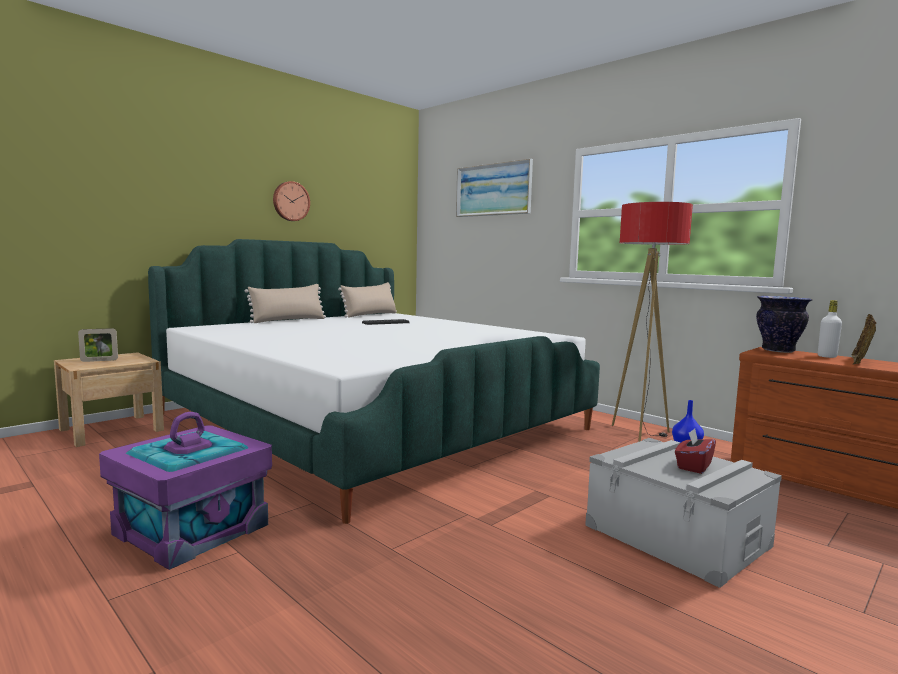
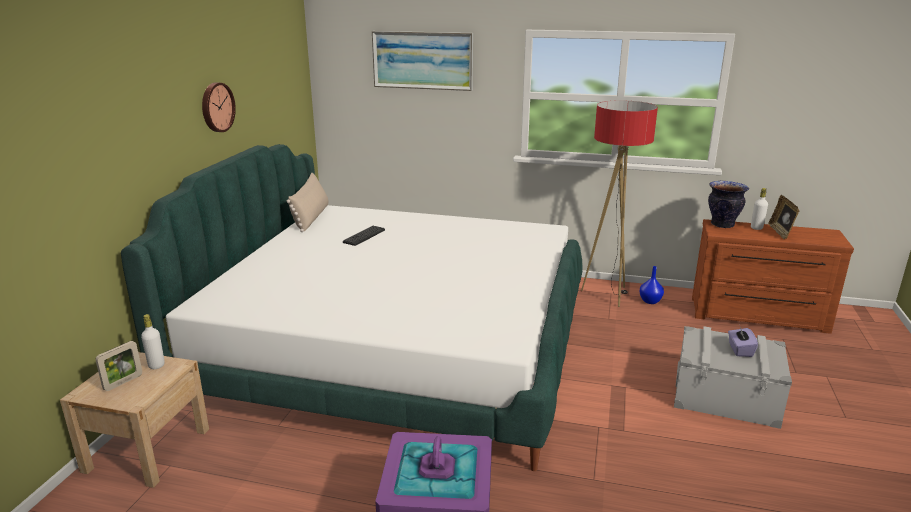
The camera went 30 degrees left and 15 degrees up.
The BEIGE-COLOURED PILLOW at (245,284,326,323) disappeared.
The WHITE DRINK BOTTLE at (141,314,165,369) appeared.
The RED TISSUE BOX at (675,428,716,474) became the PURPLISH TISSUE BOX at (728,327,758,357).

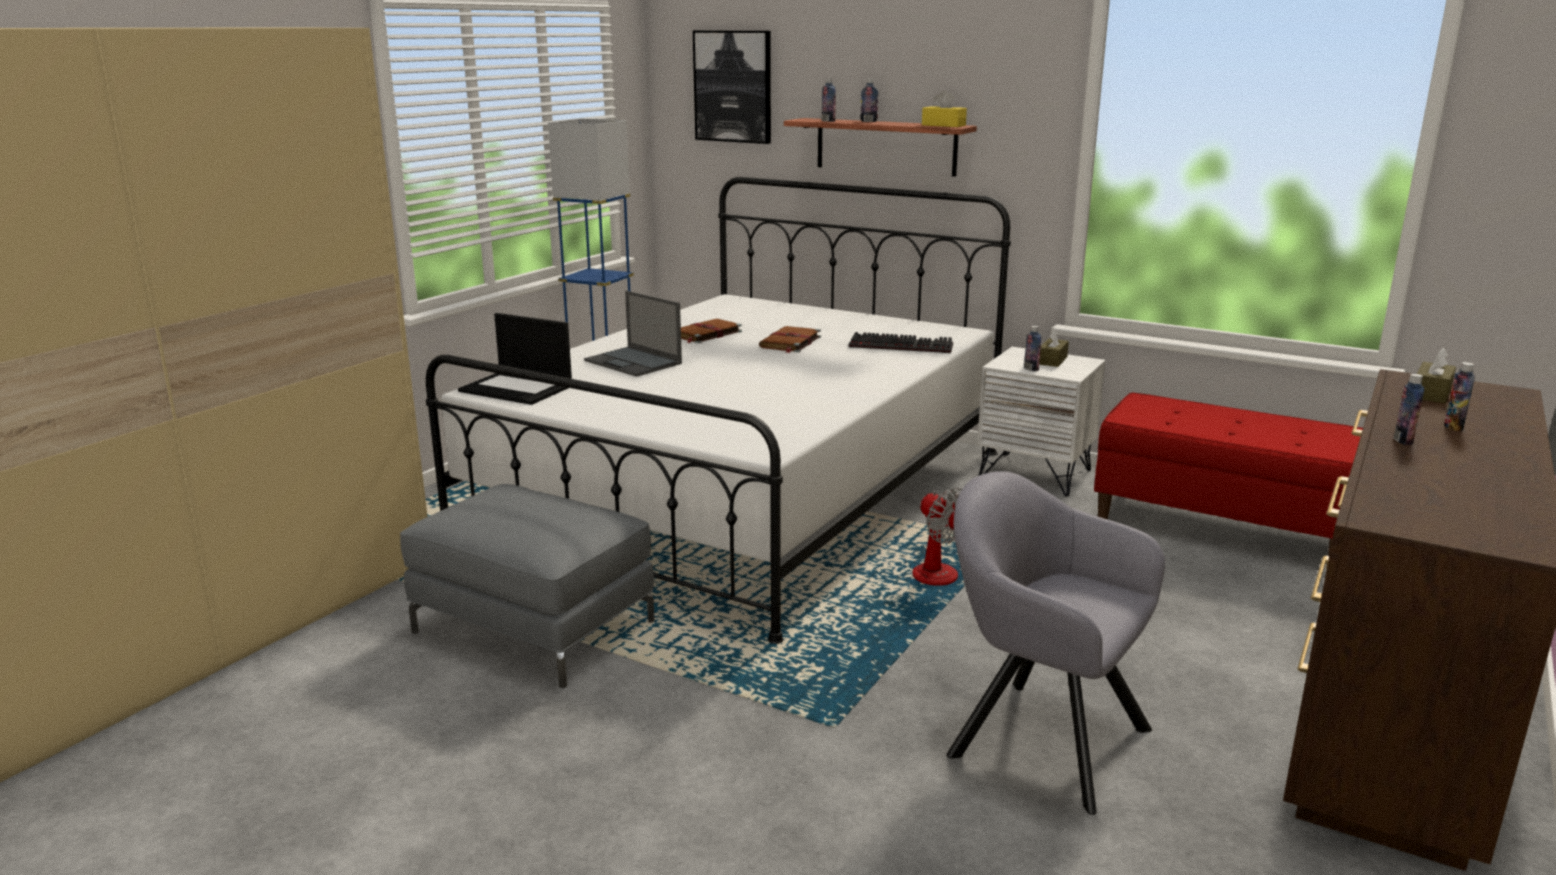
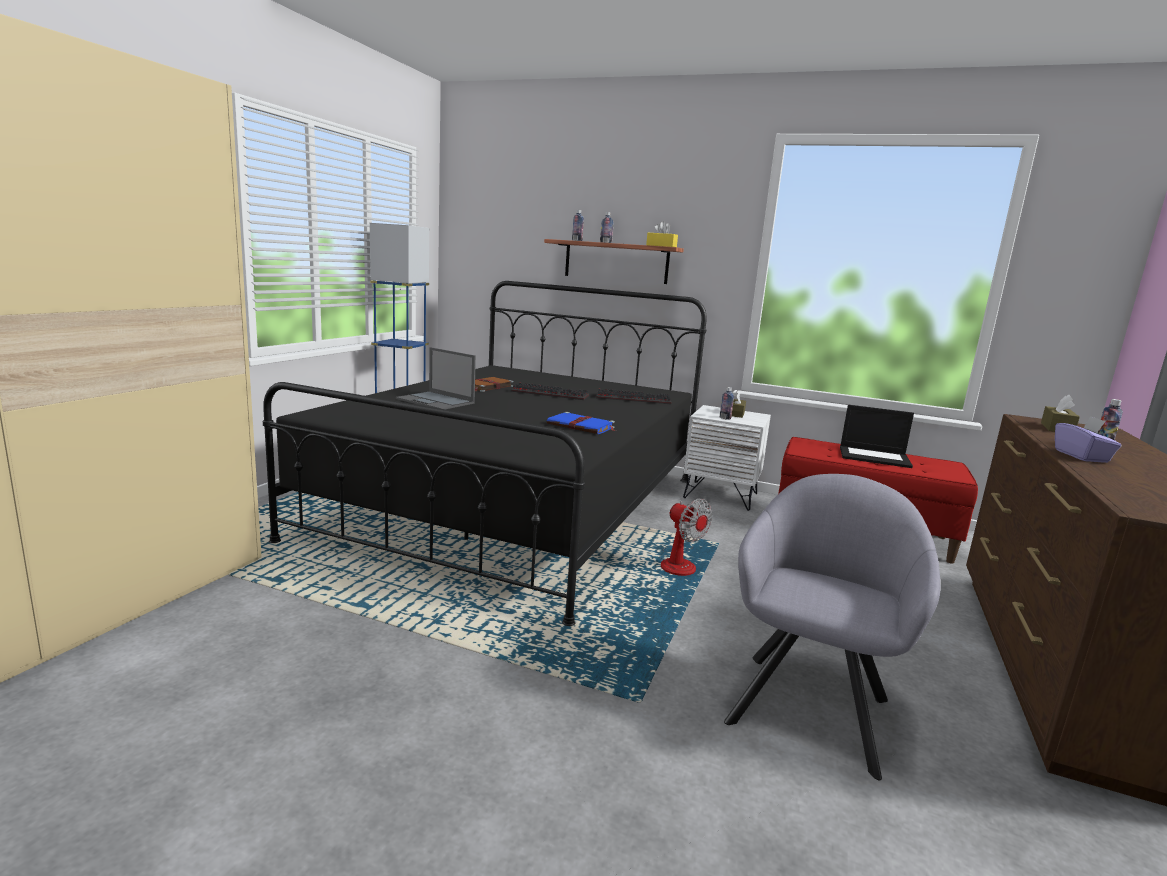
The camera went 10 degrees left and 5 degrees down.
The GREYISH FOOTREST at (400,484,655,688) disappeared.
The WALL PICTURE at (693,31,771,144) disappeared.
The BLUE BOOK at (547,412,615,434) appeared.
The LAPTOP moved from (458,313,572,405) to (840,405,914,468).
The BROWNISH BOOK at (759,326,821,353) was replaced by the COMPUTER KEYBOARD at (511,382,589,400).
The DRINK BOTTLE at (1394,374,1424,445) was replaced by the PURPLISH TISSUE BOX at (1055,416,1122,463).
The WHITE BED at (426,177,1011,644) became the BLACK-COLOURED BED at (263,281,707,626).
The GREYISH LOUNGE CHAIR at (946,471,1165,815) turned 90 degrees clockwise.

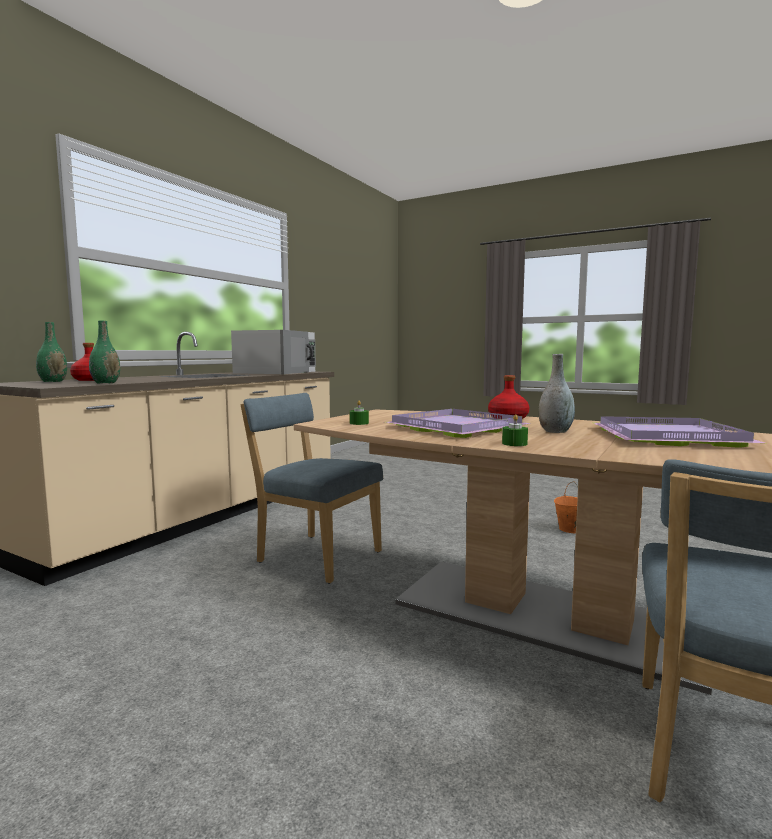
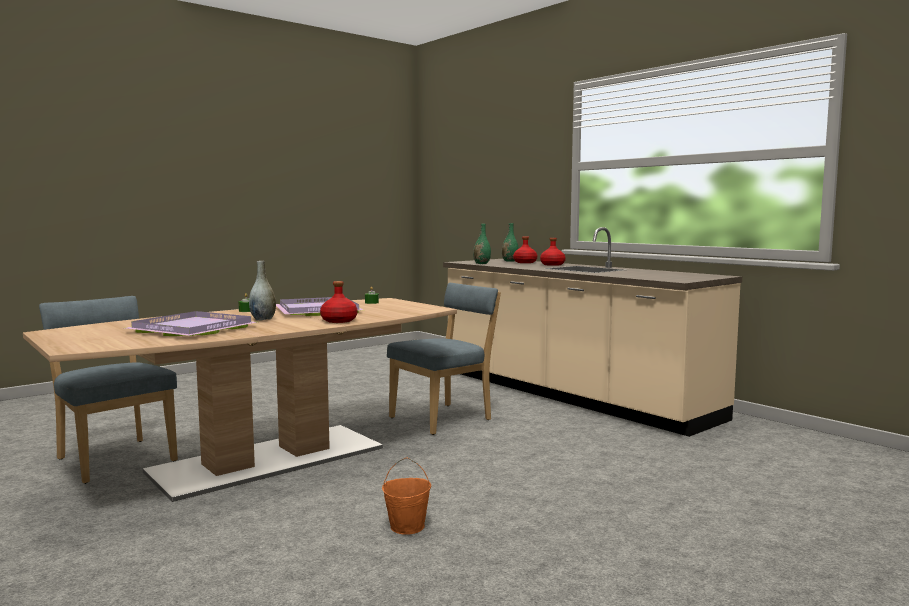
The camera went 110 degrees right and 0 degrees up.
The WHITE MICROWAVE OVEN at (231,330,316,374) disappeared.
The RED DRINK BOTTLE at (540,238,566,266) appeared.

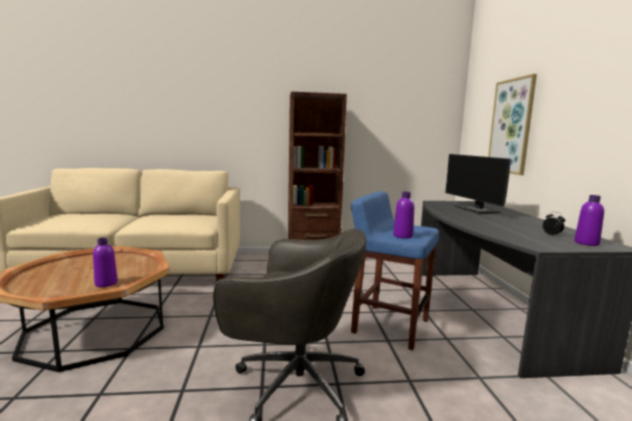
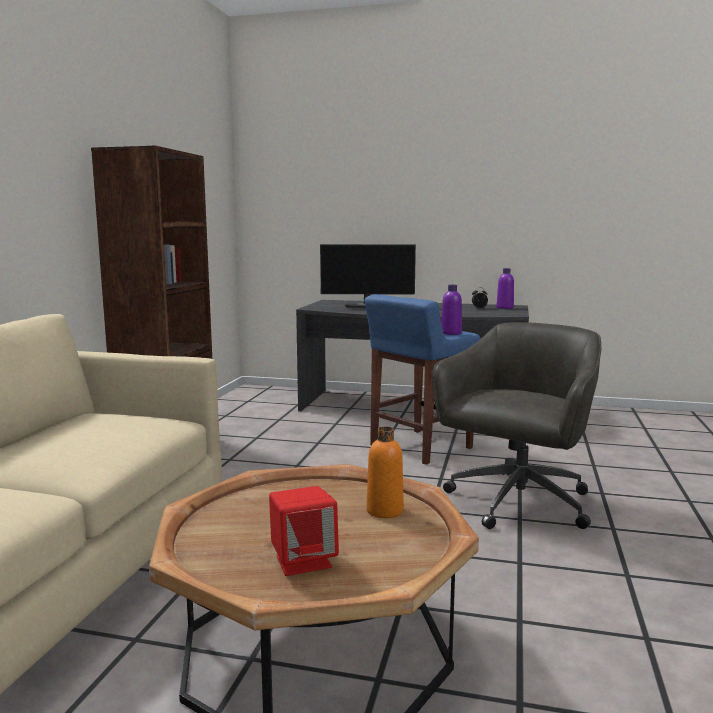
The camera went 70 degrees left and 0 degrees up.
The WALL PICTURE at (488,74,537,175) disappeared.
The RED LOUDSPEAKER at (269,486,339,576) appeared.
The PURPLISH DRINK BOTTLE at (93,238,118,287) became the ORANGEY DRINK BOTTLE at (367,427,404,518).

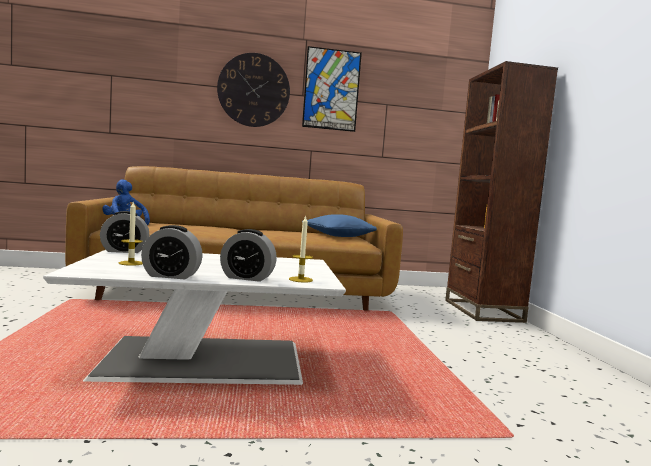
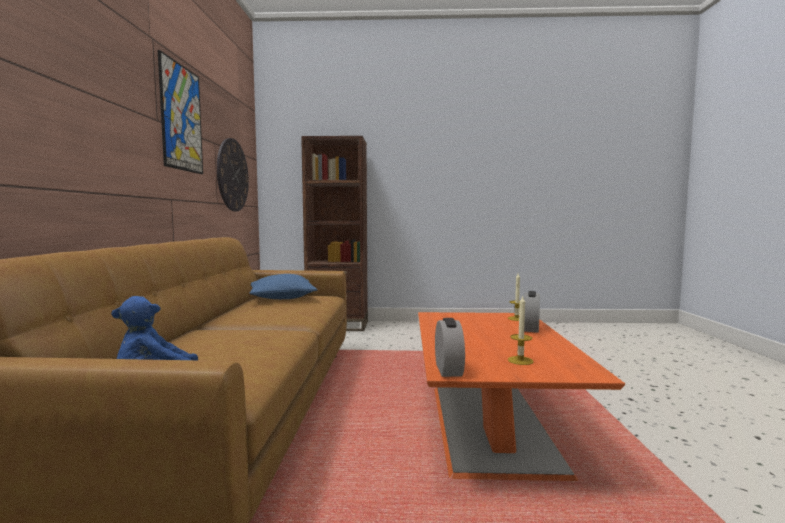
The camera went 80 degrees left and 0 degrees up.
The TABLE CLOCK at (141,225,203,279) disappeared.
The HANGING CLOCK moved from (217,53,290,127) to (217,138,249,211).
The WHITE LOW TABLE at (43,250,346,385) became the ORANGEY LOW TABLE at (418,312,625,481).

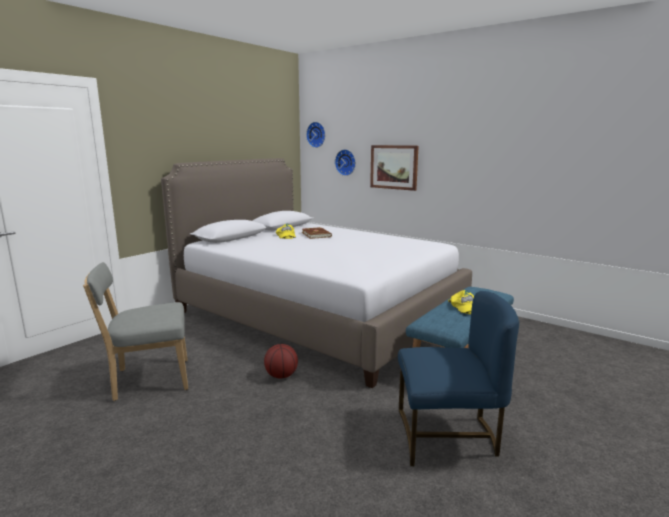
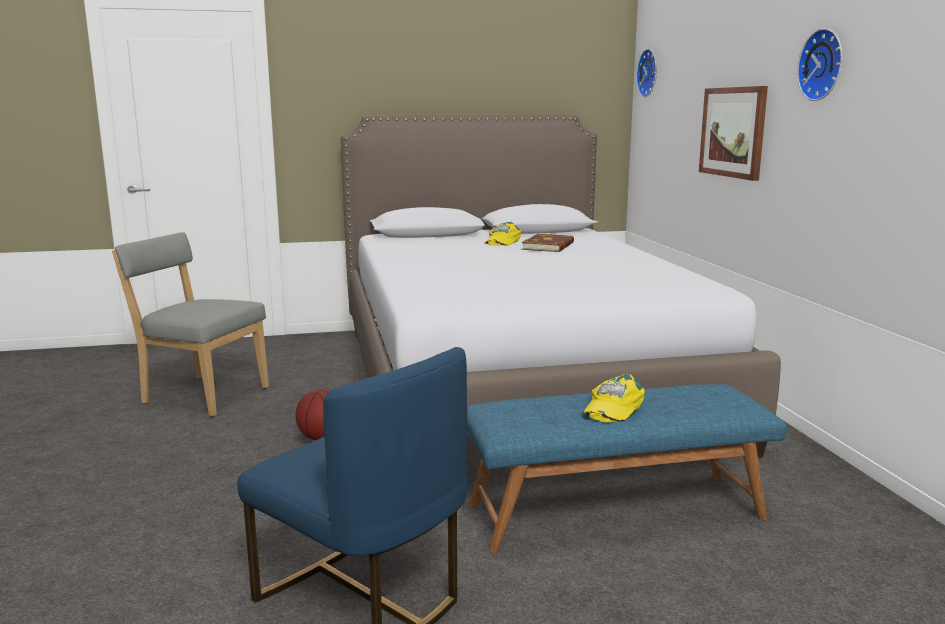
The camera went 40 degrees right and 0 degrees up.
The HANGING CLOCK moved from (335,149,356,176) to (797,28,842,101).

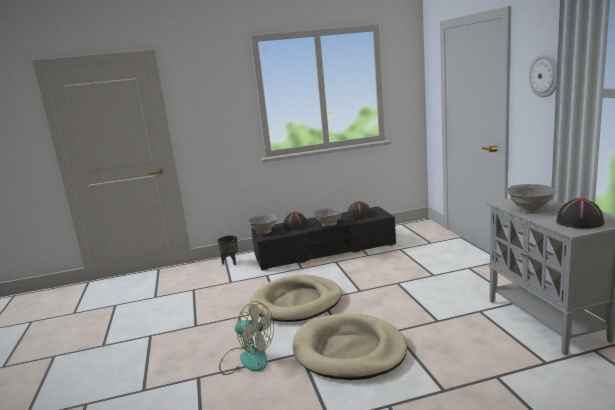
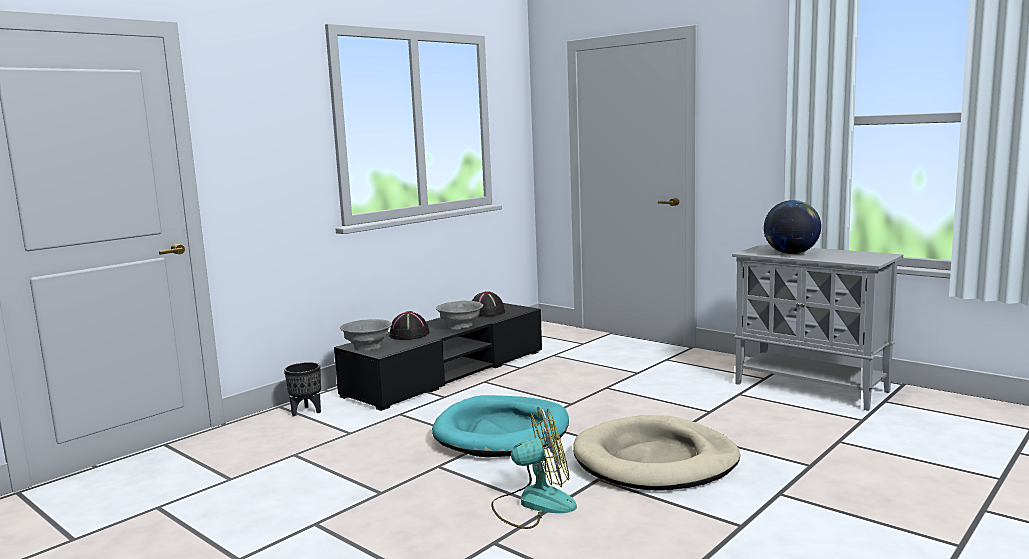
The camera went 35 degrees left and 5 degrees down.
The HANGING CLOCK at (529,54,557,97) disappeared.
The BLACK-COLOURED WEARABLE HAT at (556,198,604,229) disappeared.
The GREYISH DEEP DISH at (507,184,557,213) was replaced by the GLOBE at (764,200,821,254).
The BEIGE-COLOURED PET BED at (250,274,342,322) became the TURQUOISE PET BED at (432,395,569,457).

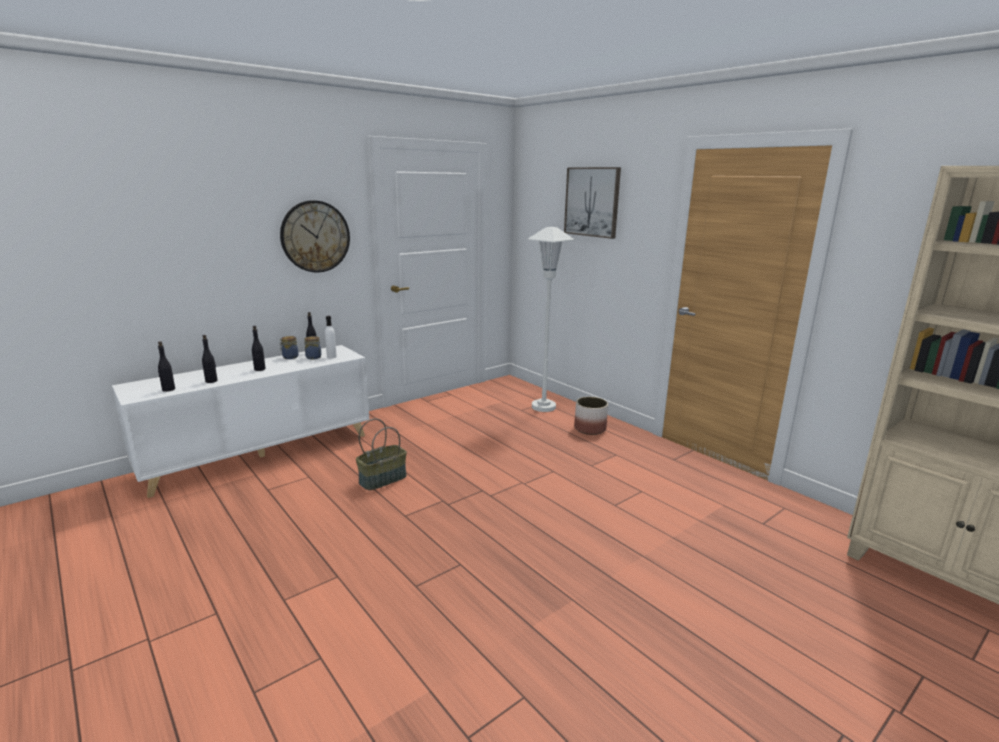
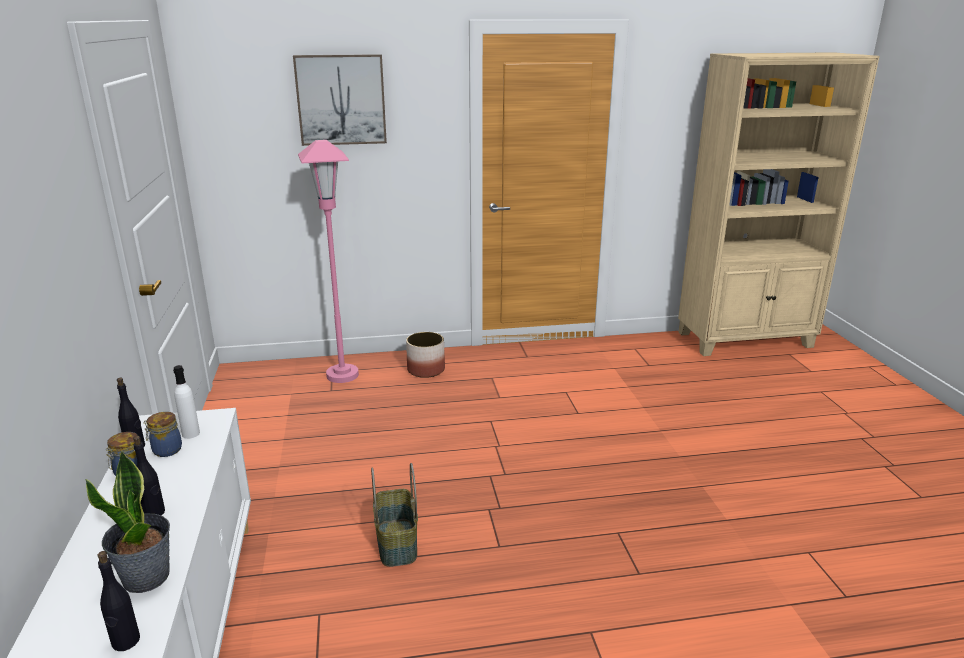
The camera went 60 degrees left and 5 degrees up.
The HANGING CLOCK at (280,200,350,273) disappeared.
The BLACK-COLOURED DRINK BOTTLE at (202,335,218,383) was replaced by the PLANT IN A POT at (85,450,170,593).
The WHITE STANDARD LAMP at (527,227,575,412) became the PINKISH STANDARD LAMP at (298,140,359,383).

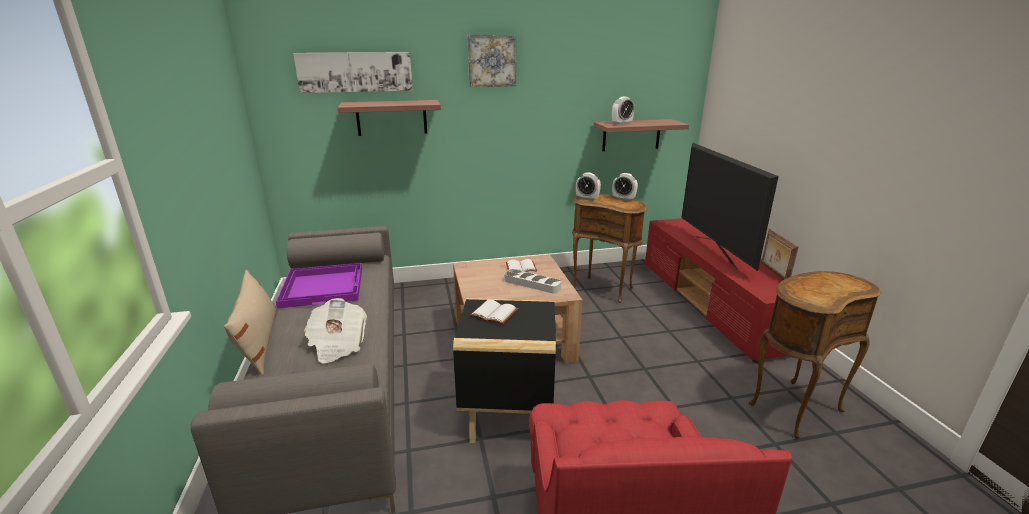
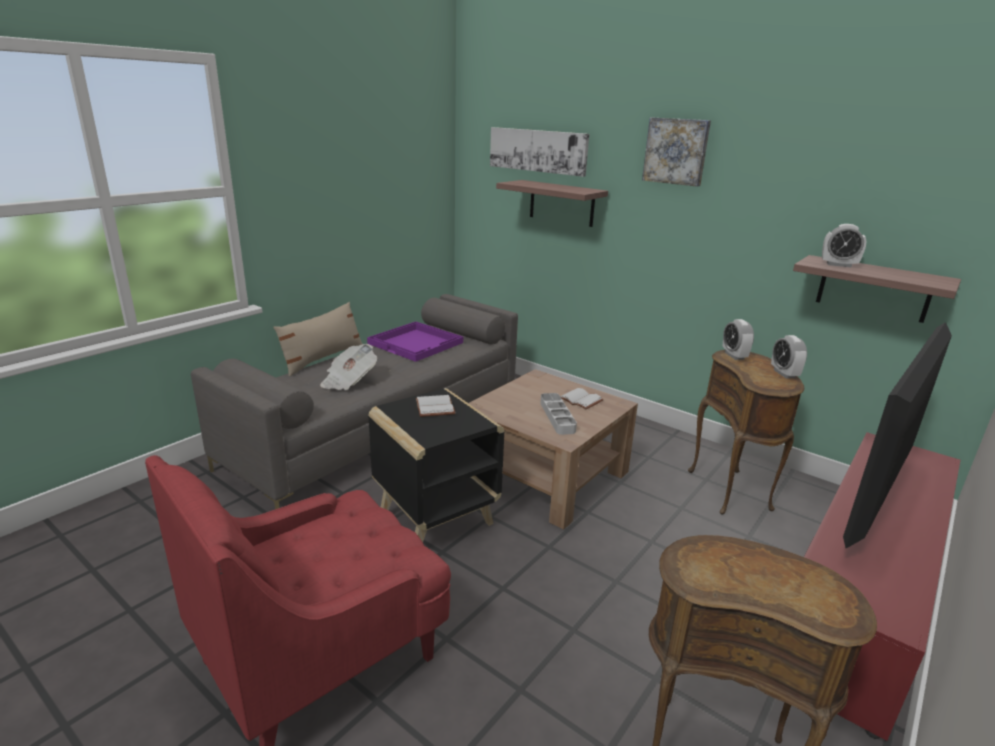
The camera went 50 degrees right and 0 degrees up.
The PHOTO FRAME at (761,229,798,280) disappeared.

